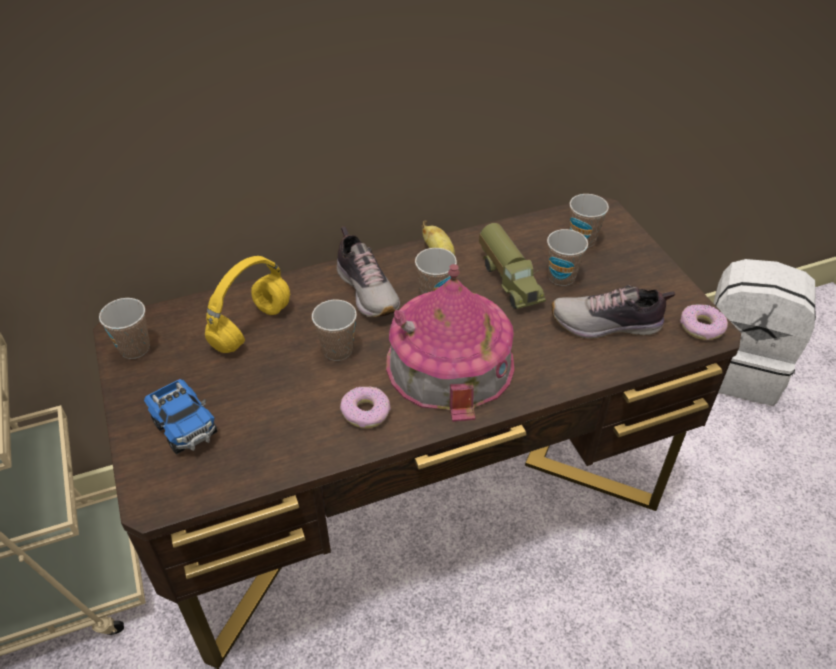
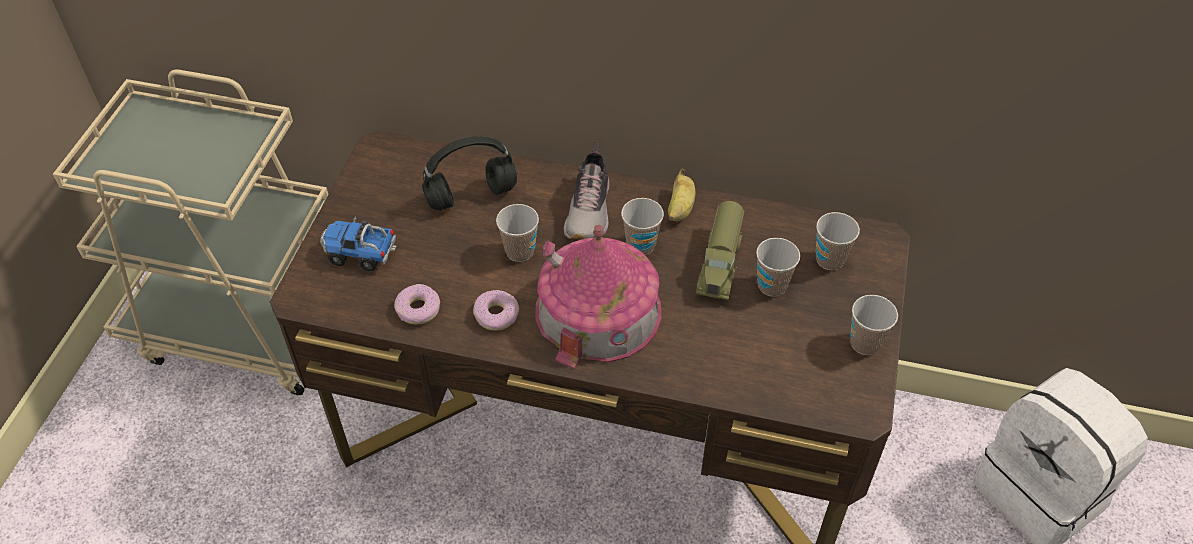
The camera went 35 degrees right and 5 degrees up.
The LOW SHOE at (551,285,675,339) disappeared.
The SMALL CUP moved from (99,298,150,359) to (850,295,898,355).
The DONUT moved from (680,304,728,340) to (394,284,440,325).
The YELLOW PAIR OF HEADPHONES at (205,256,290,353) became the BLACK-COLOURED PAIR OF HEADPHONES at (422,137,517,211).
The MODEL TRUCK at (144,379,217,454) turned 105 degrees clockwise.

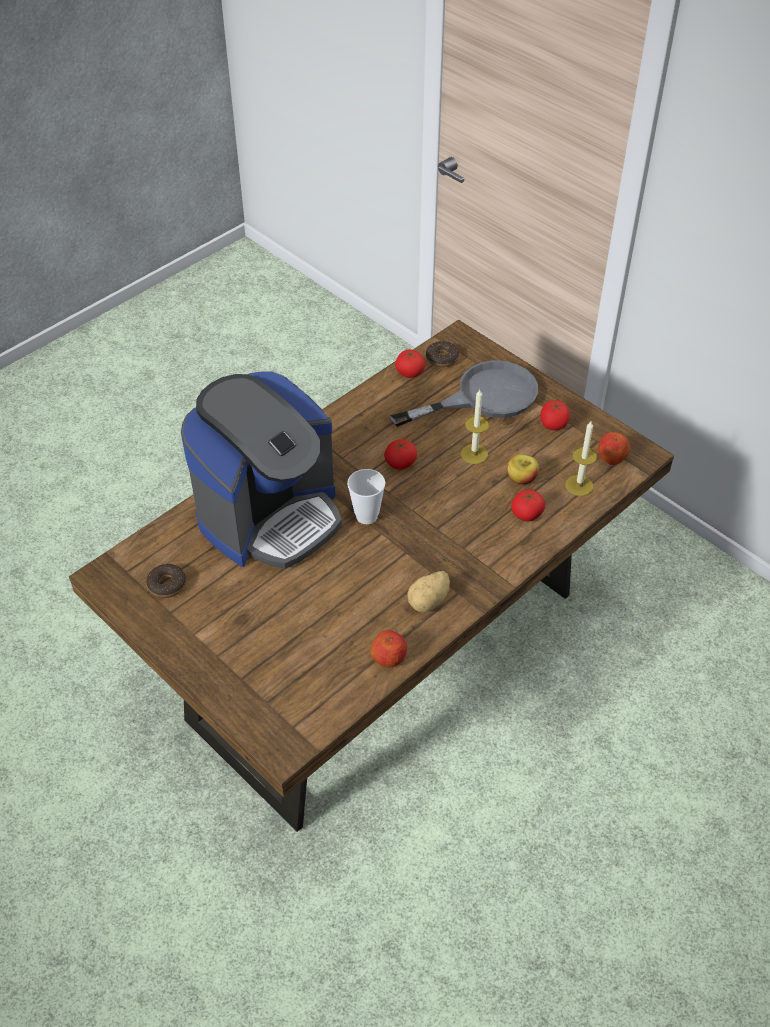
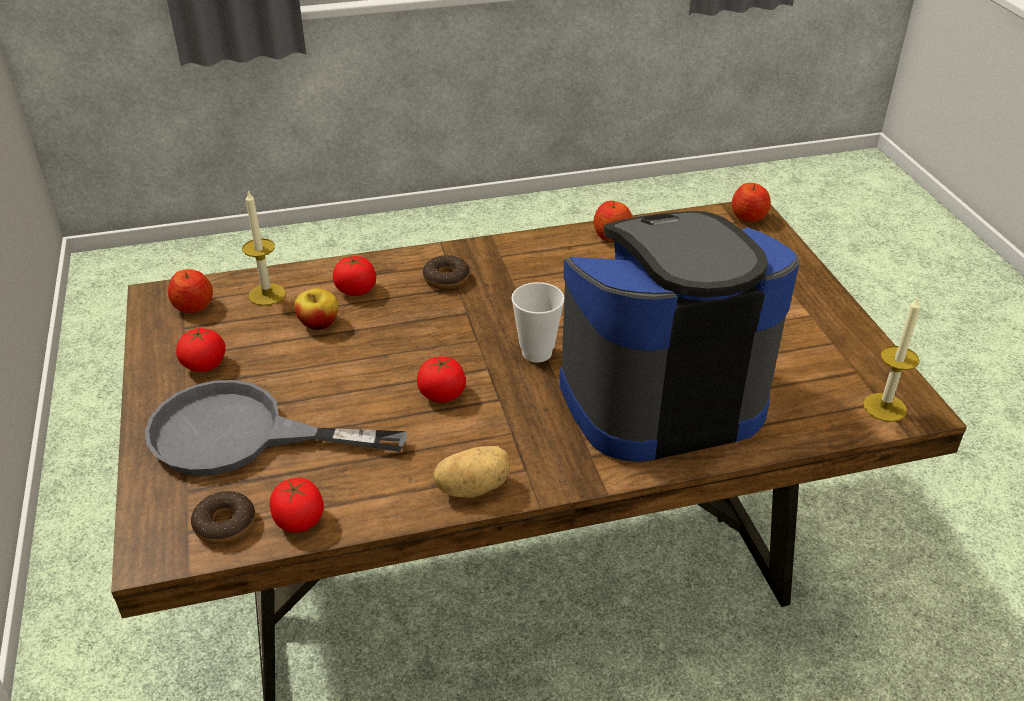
The camera went 150 degrees left and 10 degrees down.
The APPLE at (732,183,771,222) appeared.
The DONUT moved from (146,564,186,598) to (423,255,470,289).
The WHOLE POTATO moved from (407,571,450,613) to (433,446,510,498).
The WAX LIGHT moved from (461,389,489,464) to (863,296,921,422).

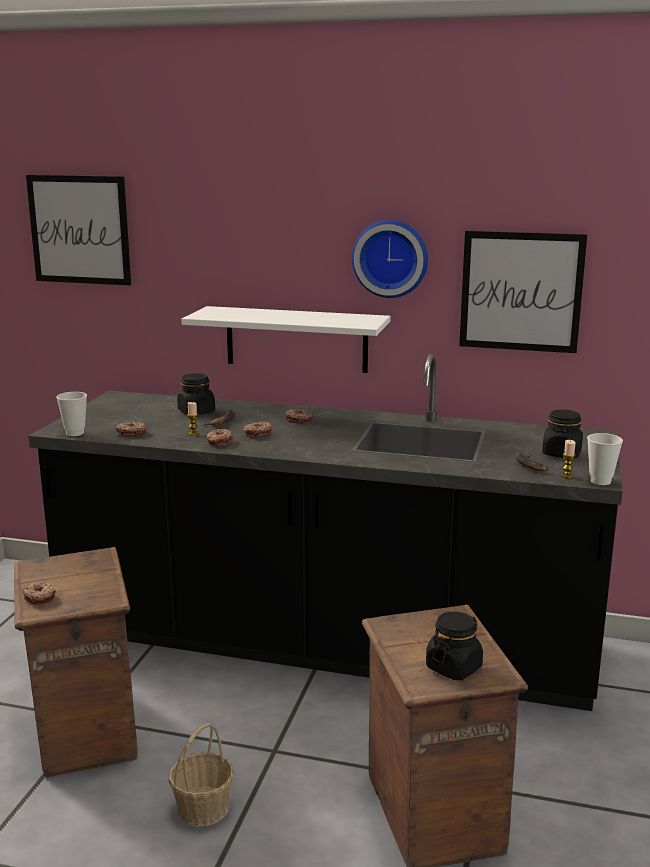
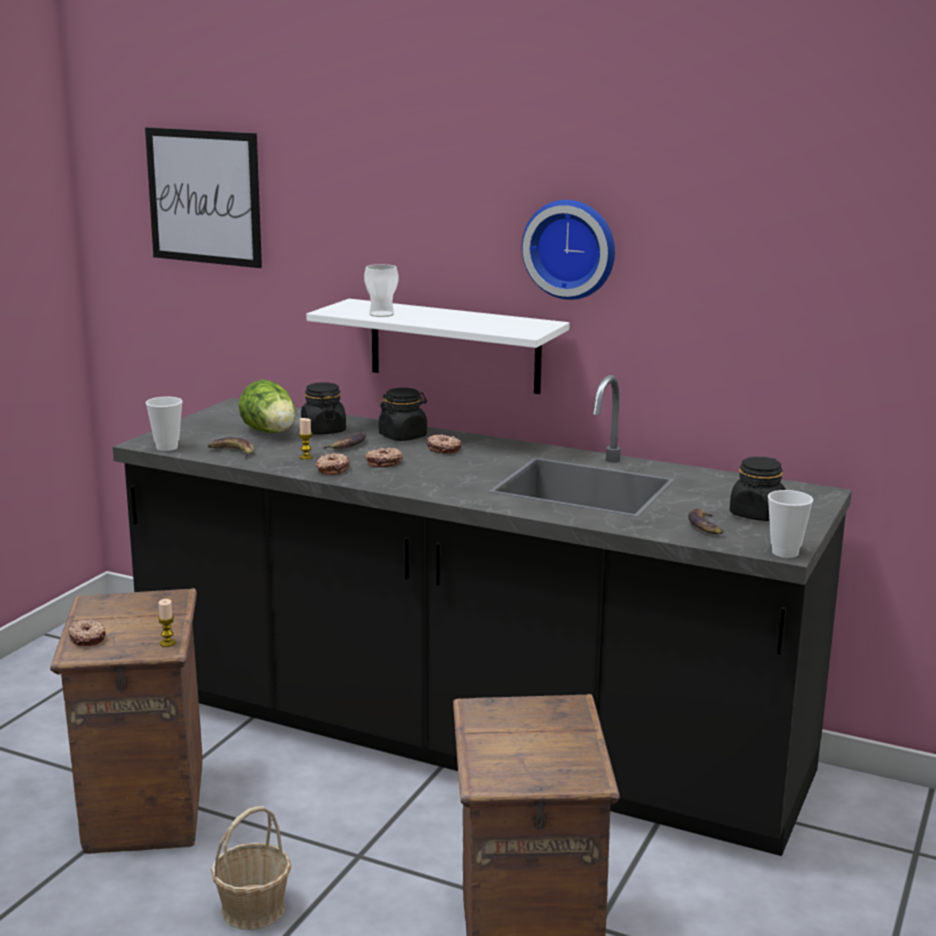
The camera went 10 degrees right and 0 degrees up.
The WALL PICTURE at (459,231,587,353) disappeared.
The LETTUCE at (239,380,296,433) appeared.
The SMALL CUP at (364,264,398,317) appeared.
The BLACK-COLOURED STORAGE JAR moved from (426,612,483,680) to (379,388,427,441).
The WAX LIGHT moved from (561,440,576,478) to (158,599,176,647).
The DONUT at (115,421,146,437) was replaced by the BANANA at (208,438,254,460).

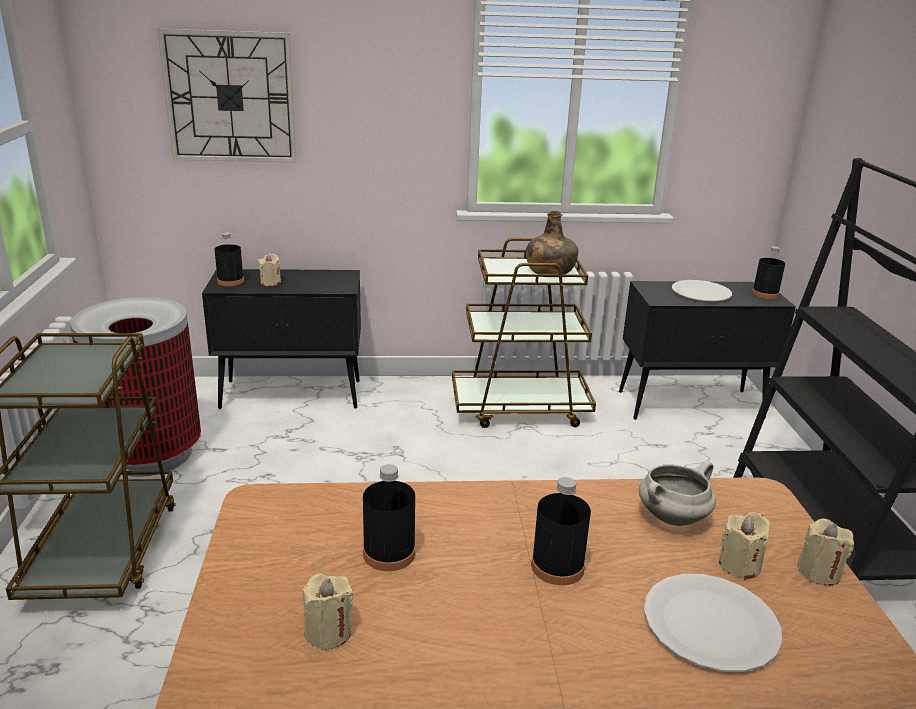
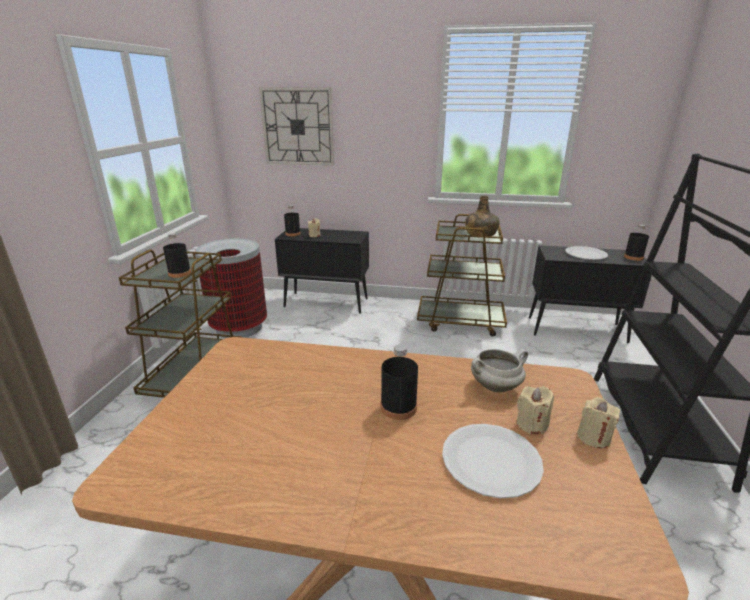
The camera went 15 degrees right and 0 degrees up.
The BEIGE-COLOURED WAX LIGHT at (303,573,353,650) disappeared.
The BLACK-COLOURED DRINK BOTTLE moved from (363,464,416,571) to (163,233,191,278).

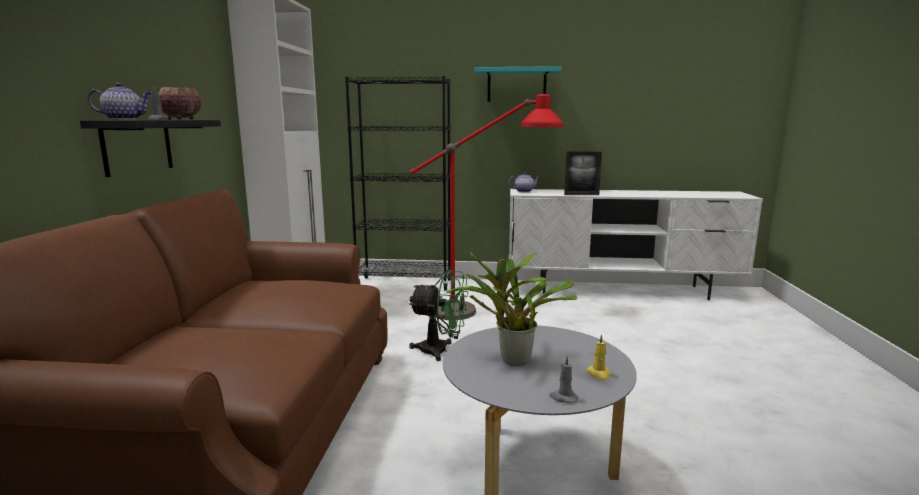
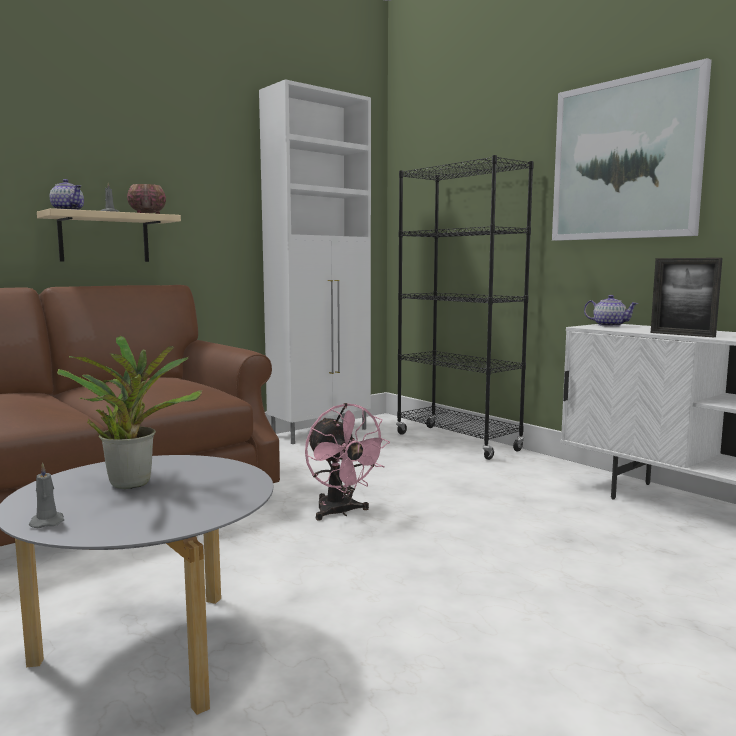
The camera went 45 degrees right and 5 degrees down.
The RED STANDARD LAMP at (410,94,563,320) disappeared.
The YELLOW WAX LIGHT at (587,334,610,380) disappeared.
The TURQUOISE SHELF at (475,66,561,102) was replaced by the WALL PICTURE at (552,58,712,241).
The BLACK-COLOURED SHELF at (80,120,221,177) became the BEIGE-COLOURED SHELF at (37,208,181,262).
The GREEN FAN at (409,270,468,361) became the PINKISH FAN at (305,403,390,521).

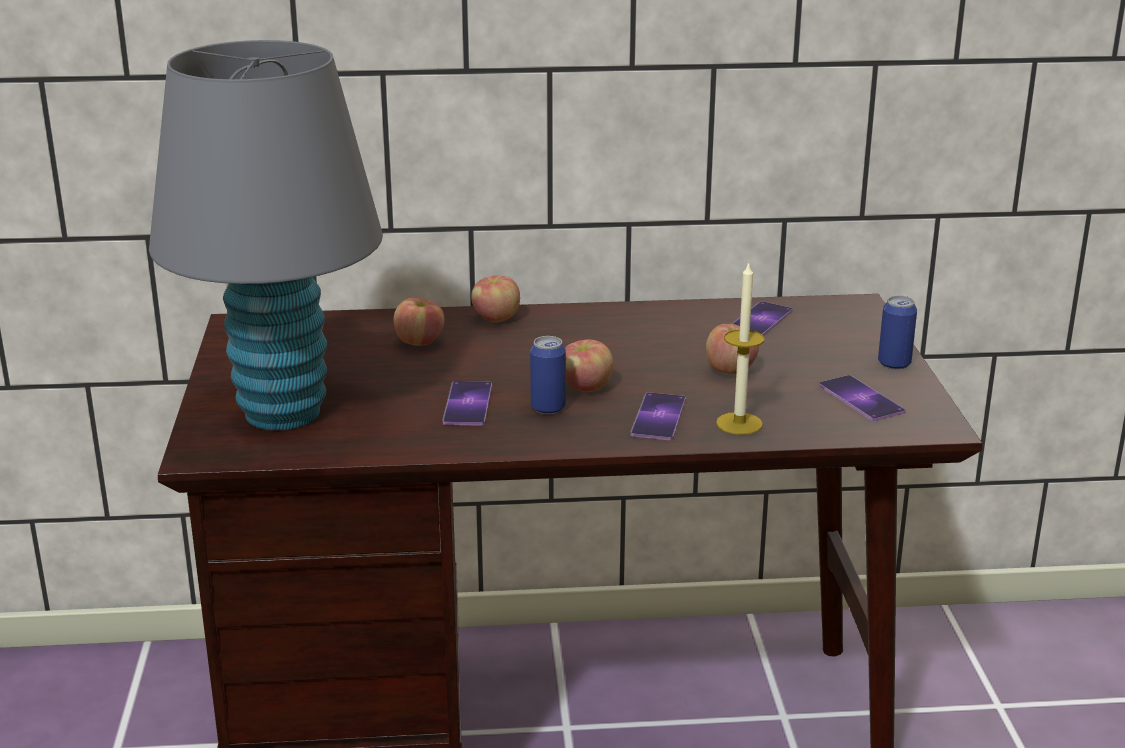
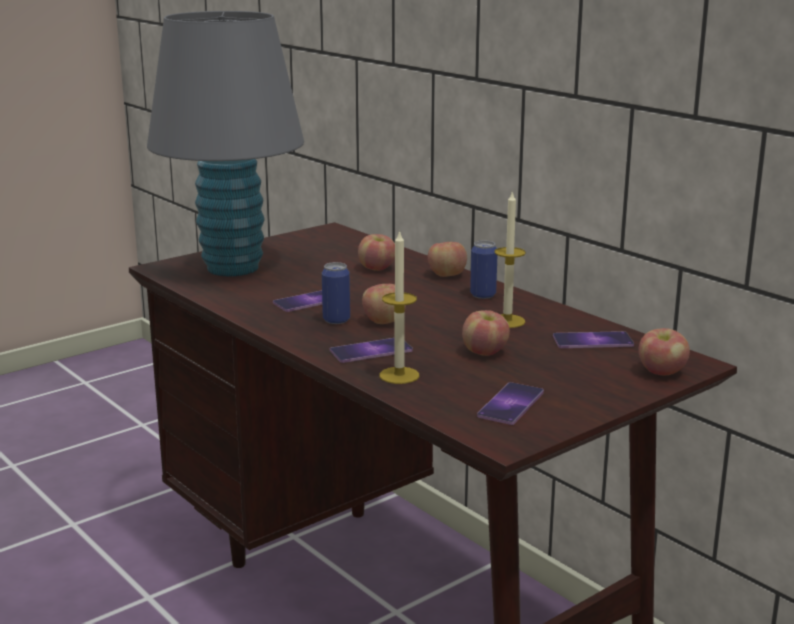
The camera went 55 degrees right and 5 degrees down.
The WAX LIGHT at (494,190,526,328) appeared.
The APPLE at (638,328,690,376) appeared.
The METAL CAN moved from (878,295,917,369) to (470,241,497,299).

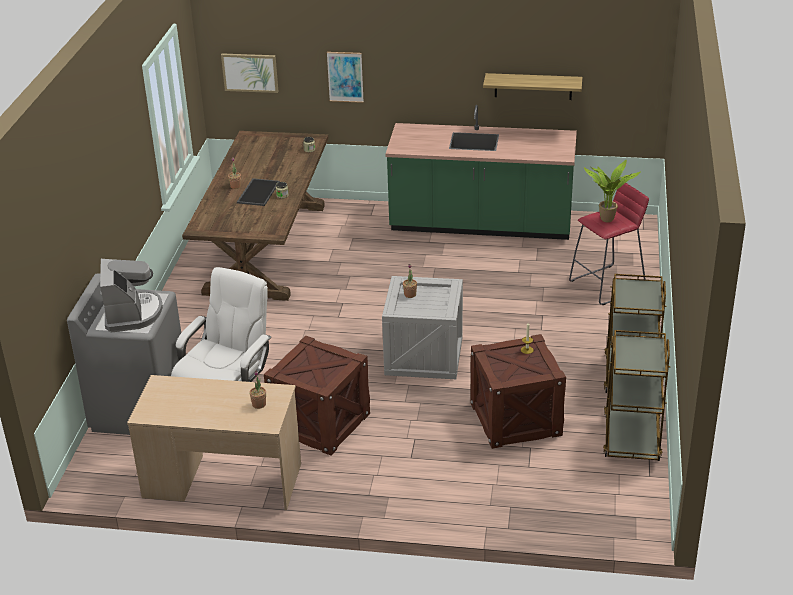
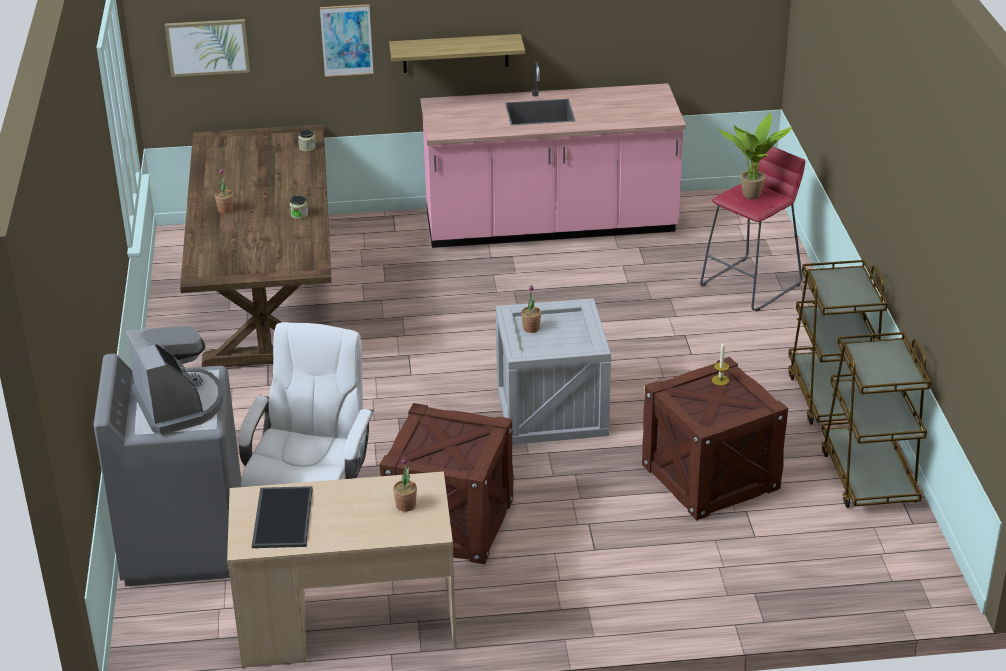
The camera went 15 degrees left and 0 degrees up.
The CARRYING TRAY moved from (237,178,280,206) to (252,486,313,548).
The SHELF moved from (483,73,582,100) to (389,34,525,73).
The GREEN KITCHEN BASE UNIT at (385,105,577,240) became the PINKISH KITCHEN BASE UNIT at (420,61,686,248).

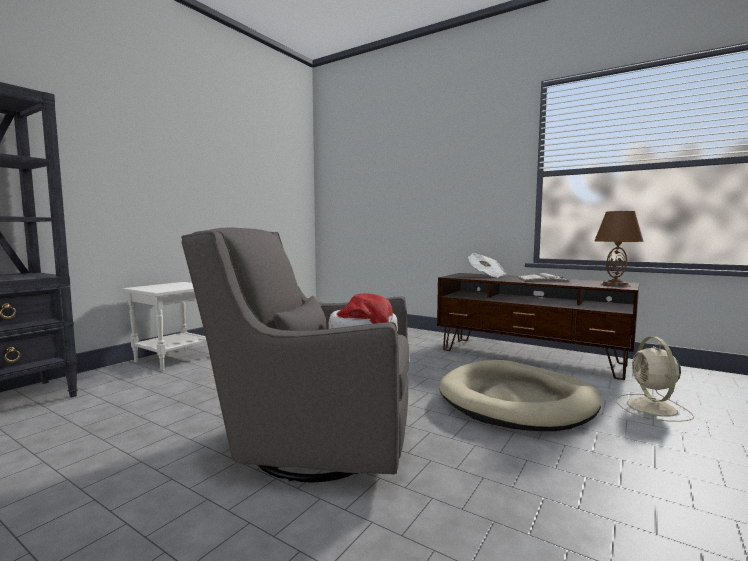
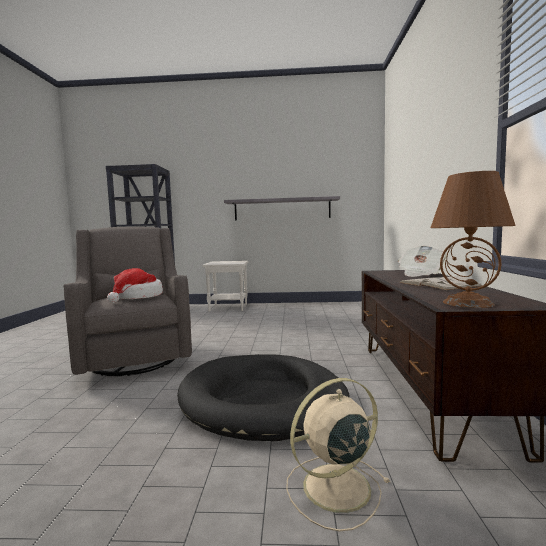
The camera went 60 degrees right and 0 degrees up.
The GREYISH SHELF at (224,196,340,221) appeared.
The BEIGE-COLOURED PET BED at (439,360,602,431) became the BLACK-COLOURED PET BED at (177,354,350,441).

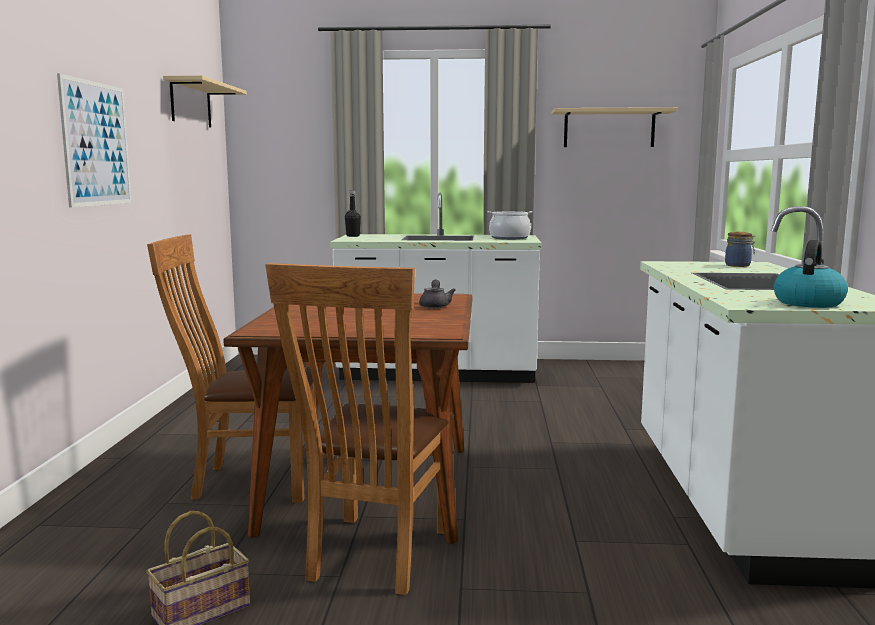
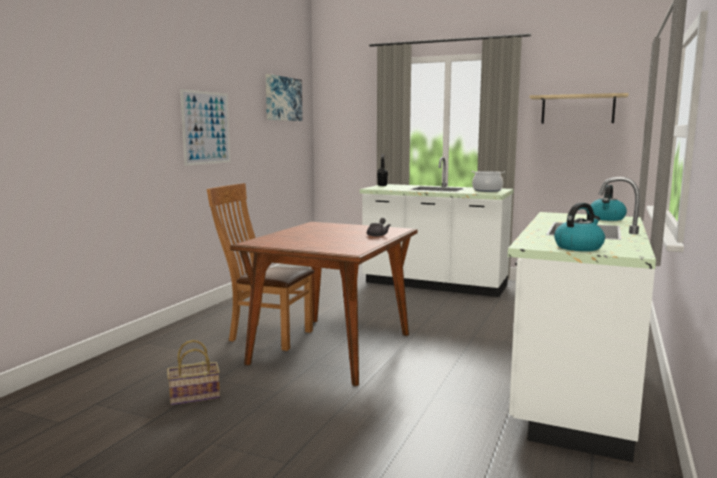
The camera went 20 degrees right and 0 degrees up.
The BROWNISH UPRIGHT CHAIR at (265,263,454,595) disappeared.
The BEIGE-COLOURED SHELF at (163,75,247,128) was replaced by the WALL PICTURE at (266,74,303,121).
The STORAGE JAR at (725,232,755,267) was replaced by the TEA KETTLE at (590,185,627,221).

